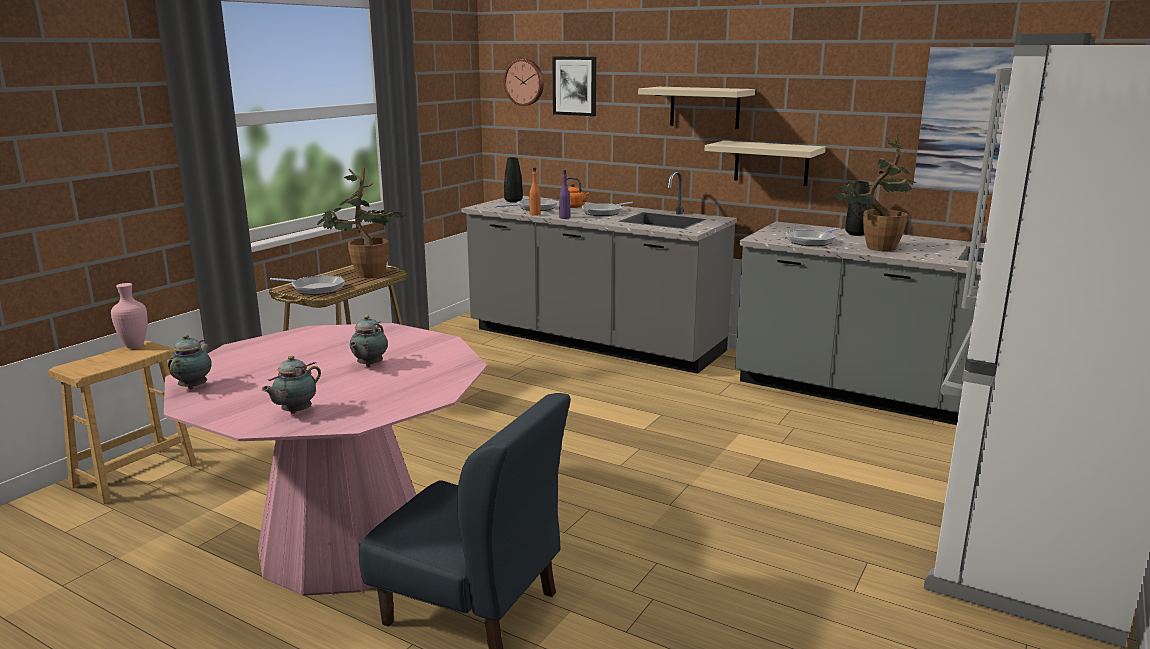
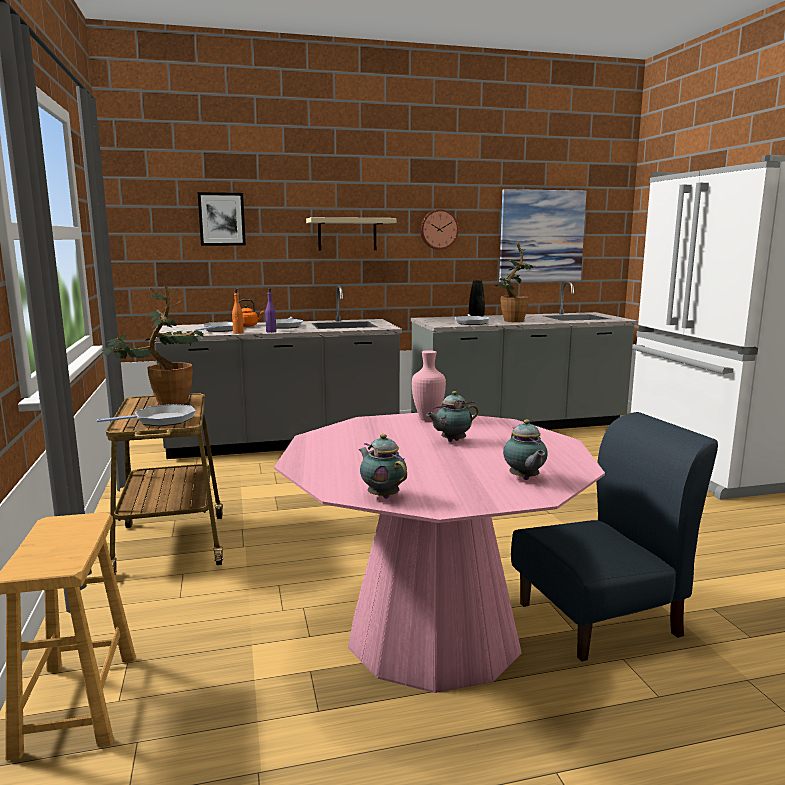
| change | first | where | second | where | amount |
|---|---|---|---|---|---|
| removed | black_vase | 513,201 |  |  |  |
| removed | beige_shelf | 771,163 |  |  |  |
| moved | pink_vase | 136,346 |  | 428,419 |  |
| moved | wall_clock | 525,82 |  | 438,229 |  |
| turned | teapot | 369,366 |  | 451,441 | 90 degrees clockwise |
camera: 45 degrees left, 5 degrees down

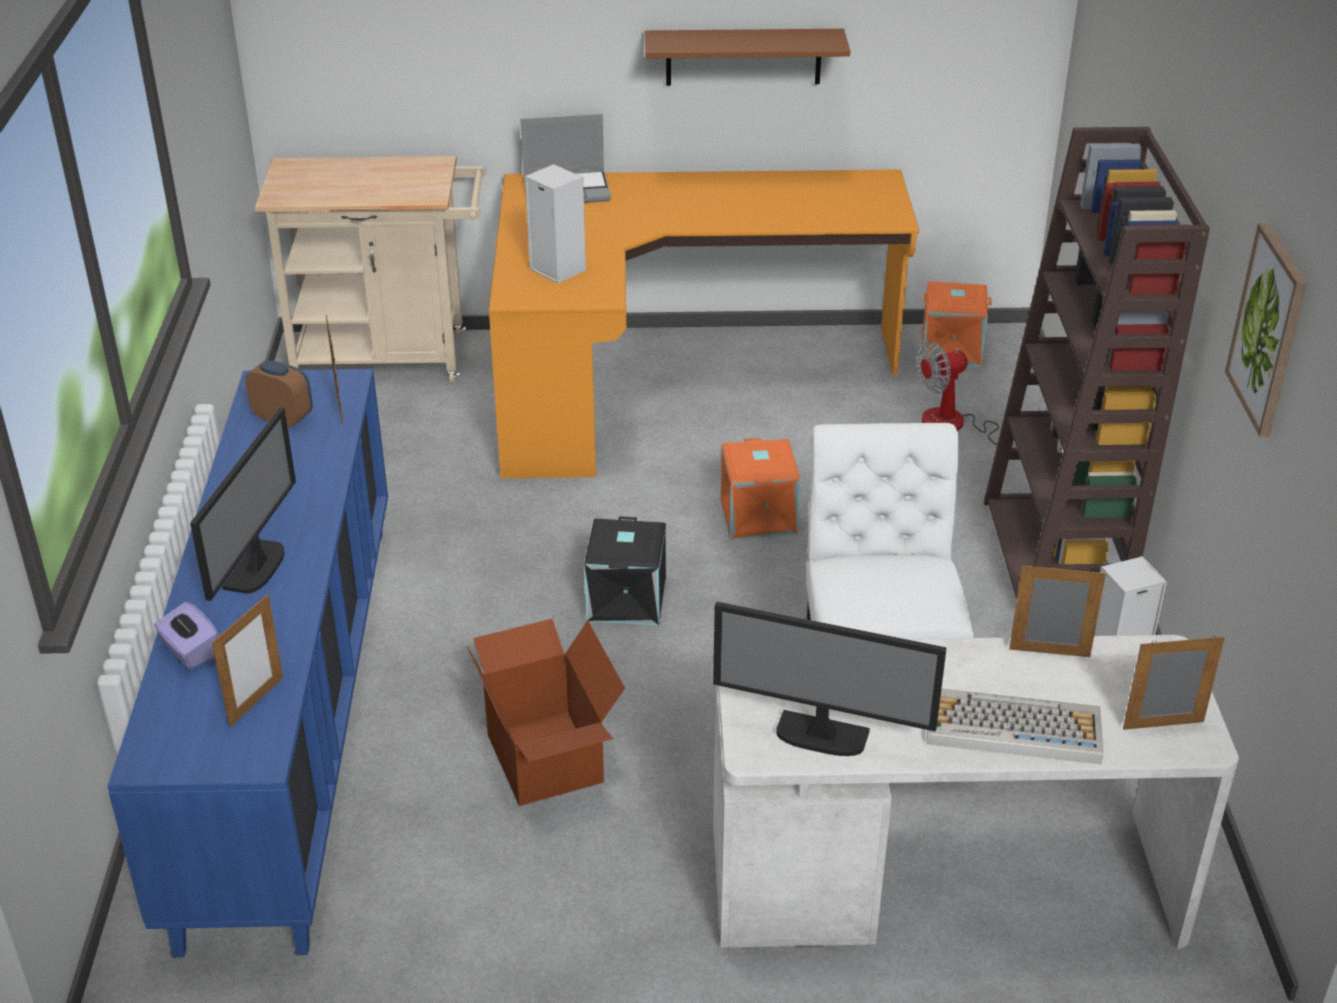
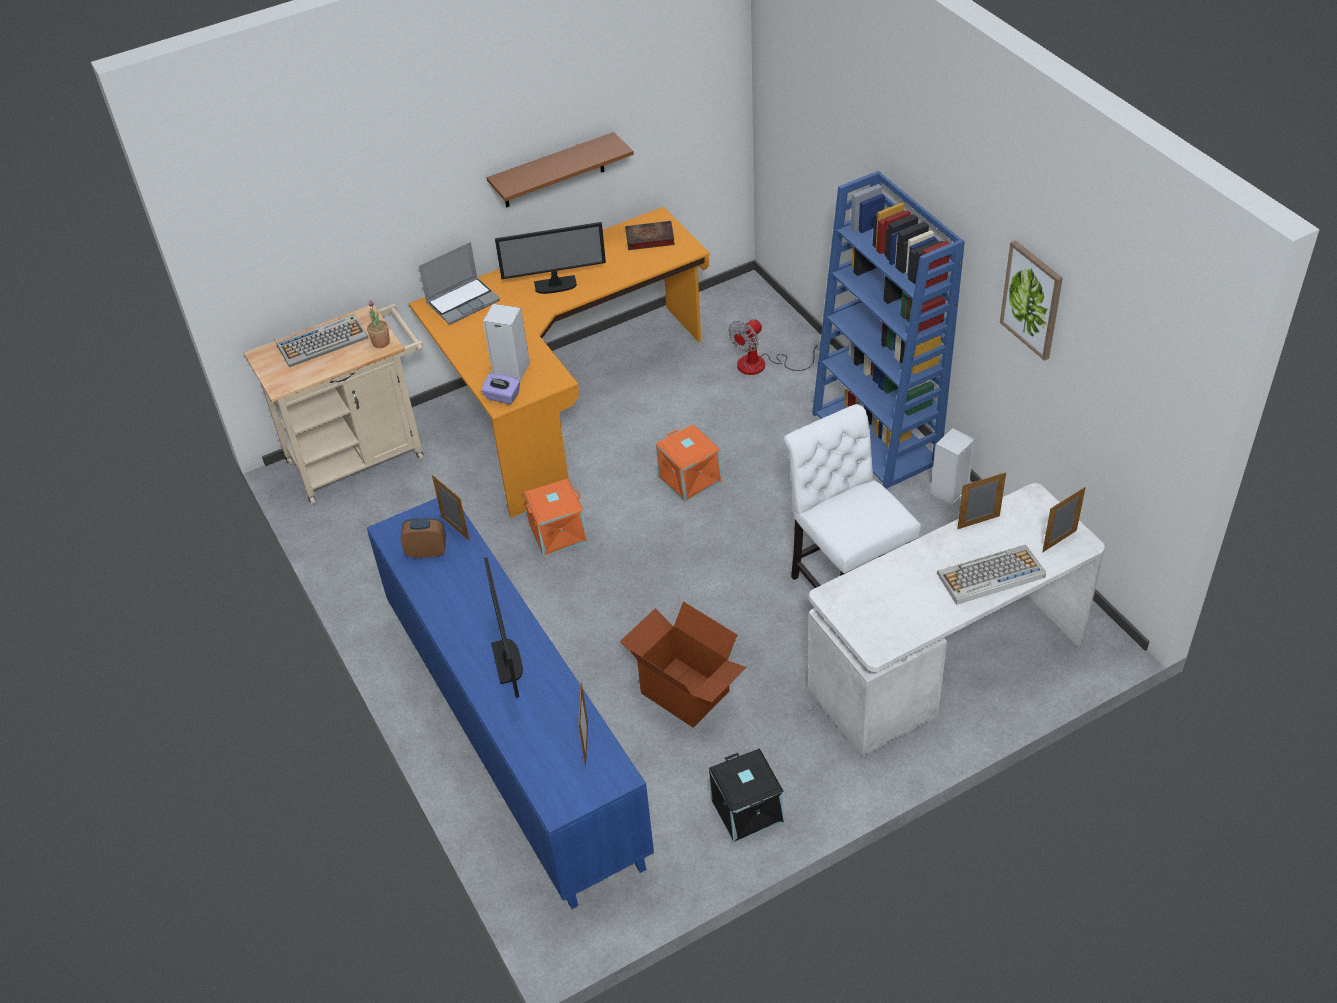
| change | first | where | second | where | amount |
|---|---|---|---|---|---|
| added |  |  | keyboard | 323,341 |  |
| added |  |  | potted_plant | 381,342 |  |
| added |  |  | book | 648,239 |  |
| moved | purple_tissue_box | 190,651 |  | 502,397 |  |
| moved | black_storage_box | 628,600 |  | 748,810 |  |
| moved | monitor | 821,736 |  | 555,286 |  |
| moved | orange_storage_box | 951,349 |  | 558,532 |  |
| recoloured | brown_bookcase | 1055,561 | blue_bookcase | 877,438 |  |
camera: 25 degrees left, 10 degrees up

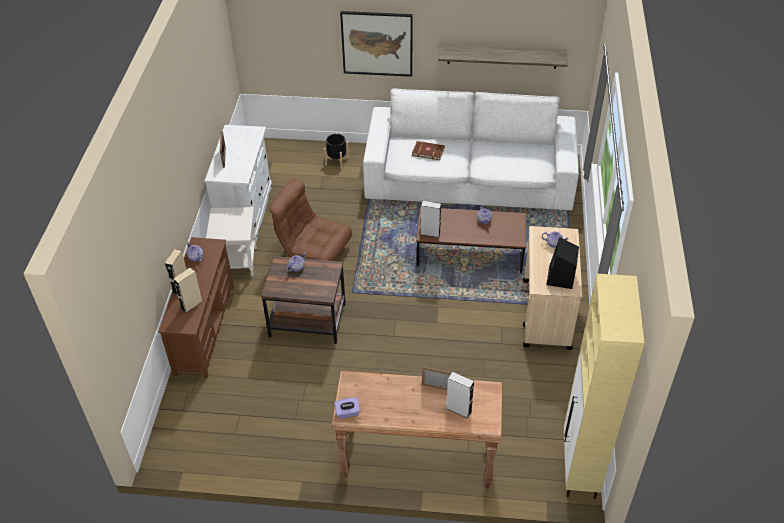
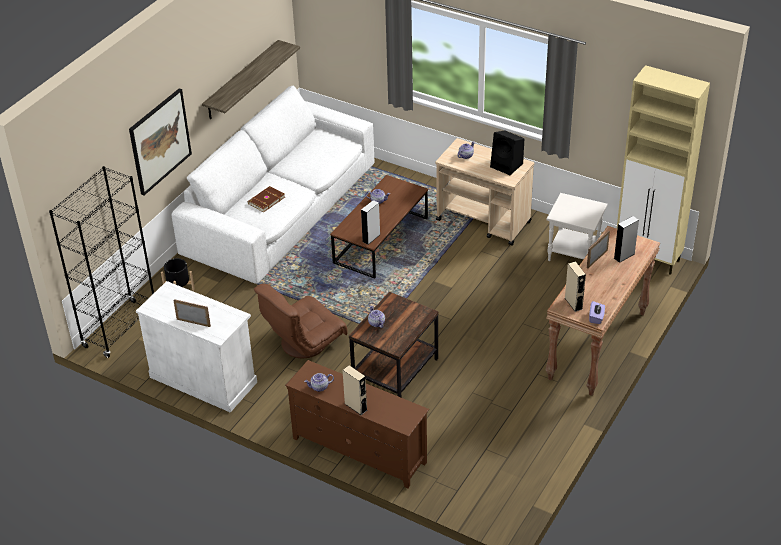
| change | first | where | second | where | amount |
|---|---|---|---|---|---|
| added |  |  | black_bookcase | 120,329 |  |
| moved | beige_speaker | 191,305 |  | 573,303 |  |
| moved | white_side_table | 238,262 |  | 574,254 |  |
camera: 65 degrees left, 5 degrees down

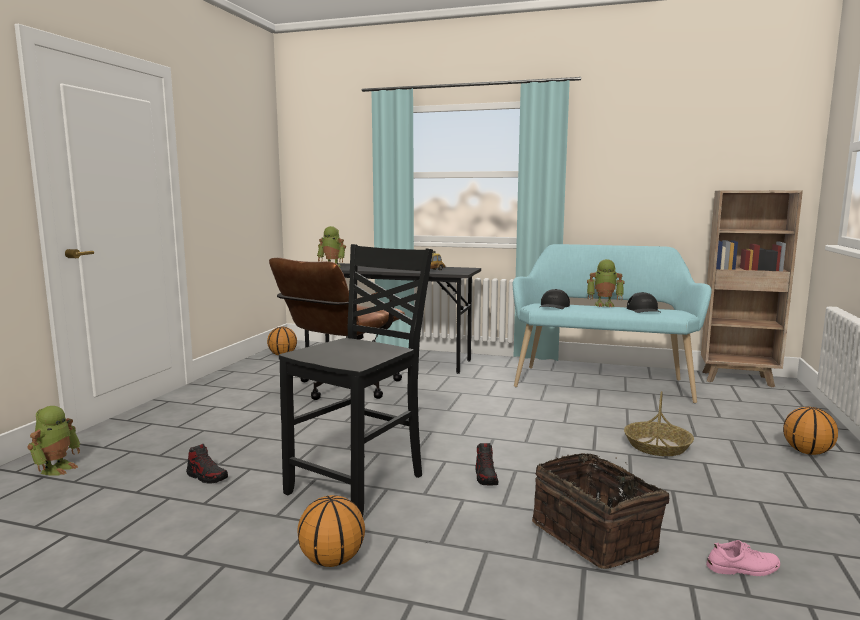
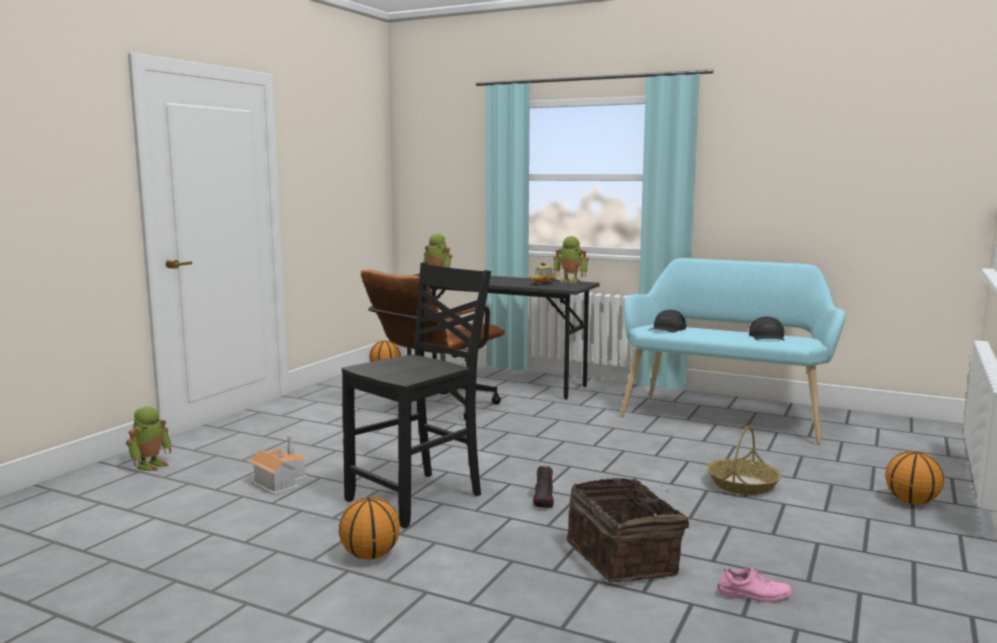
| change | first | where | second | where | amount |
|---|---|---|---|---|---|
| removed | brown_bookcase | 739,379 |  |  |  |
| moved | toy_robot | 604,305 |  | 570,281 |  |
| replaced | shoe | 207,477 | toy_house | 280,481 |  |
camera: 10 degrees right, 0 degrees up

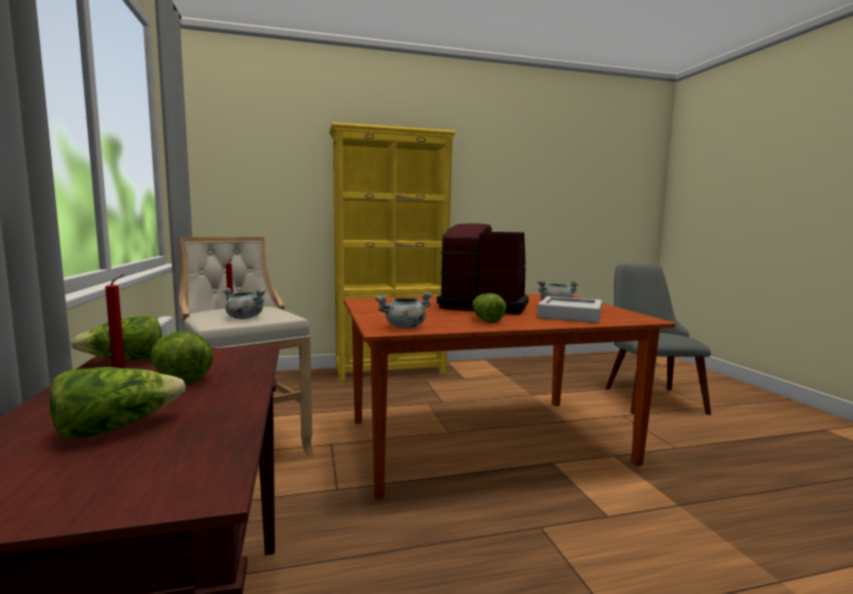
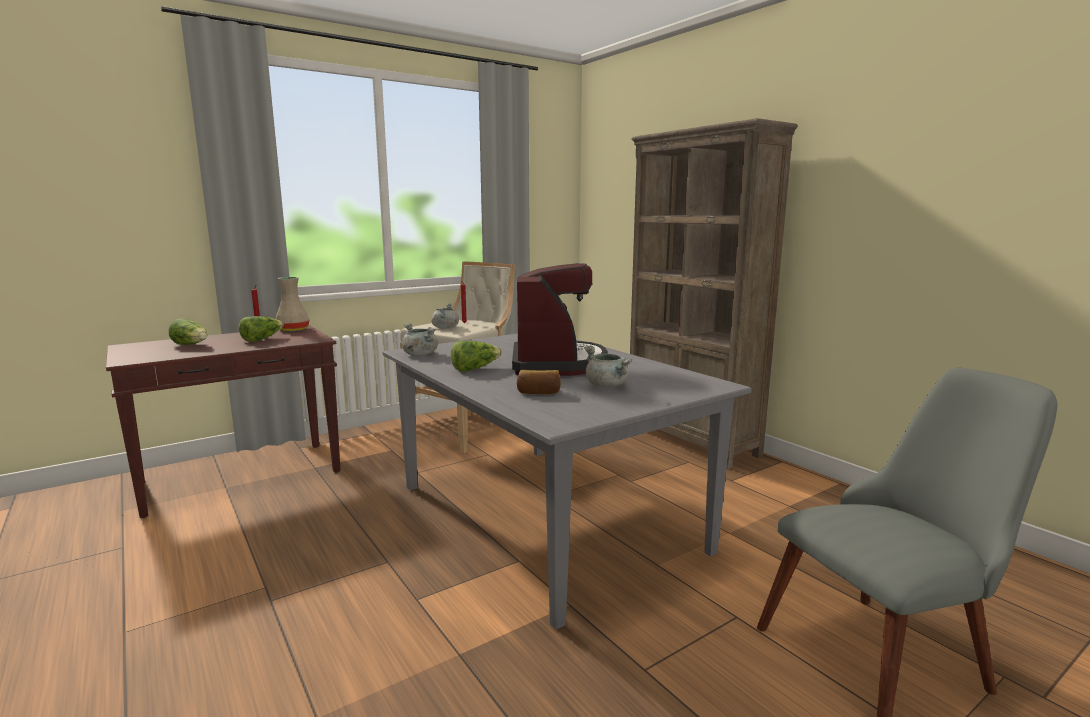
| change | first | where | second | where | amount |
|---|---|---|---|---|---|
| replaced | lettuce | 125,360 | beige_vase | 293,329 |  |
| replaced | grey_tray | 570,315 | bread | 538,392 |  |
| recoloured | yellow_bookcase | 391,372 | brown_bookcase | 691,441 |  |
| recoloured | brown_dining_table | 485,442 | grey_dining_table | 544,517 |  |
camera: 70 degrees right, 5 degrees up

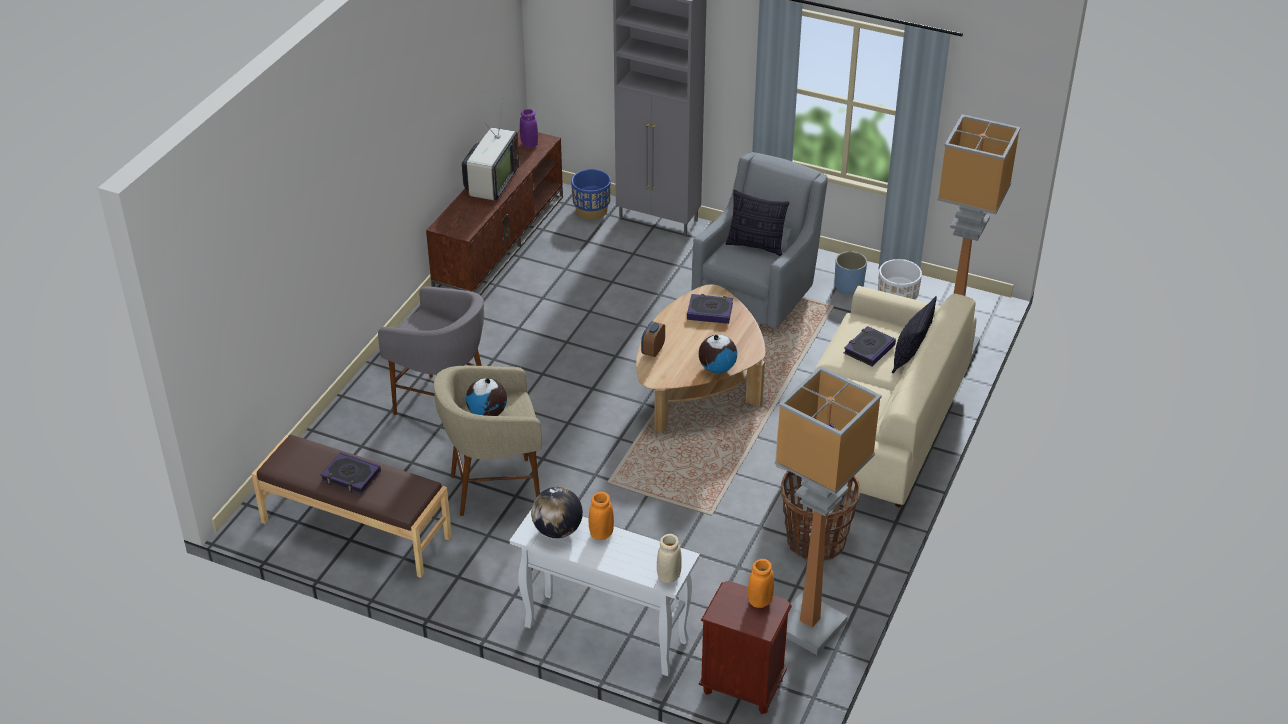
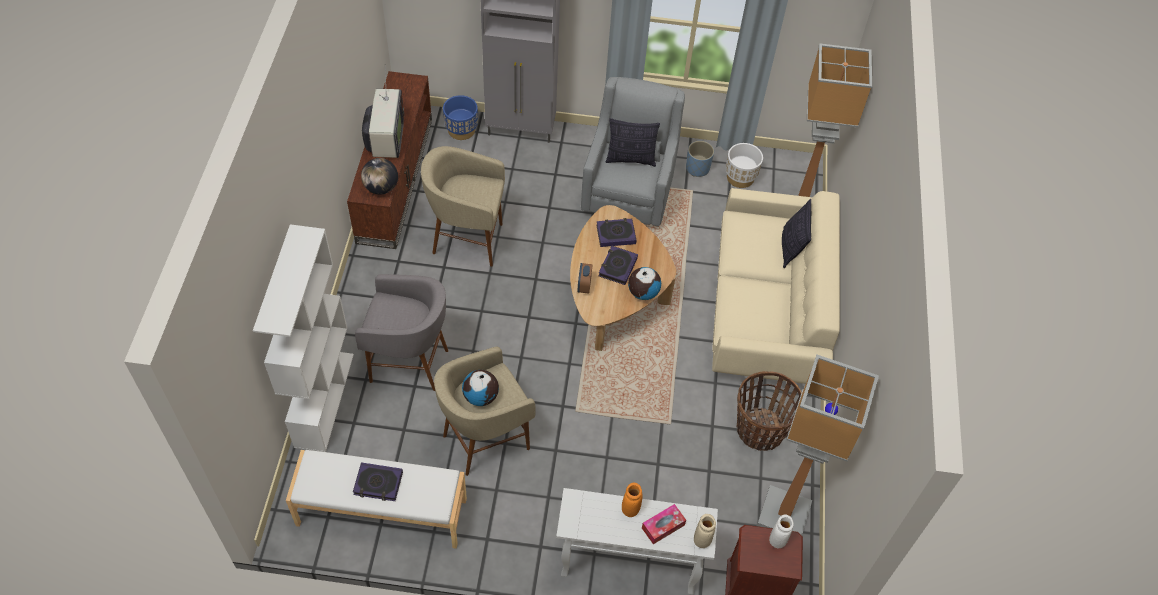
| change | first | where | second | where | amount |
|---|---|---|---|---|---|
| removed | purple_vase | 529,144 |  |  |  |
| added |  |  | white_bookcase | 324,399 |  |
| added |  |  | beige_stool | 467,240 |  |
| added |  |  | tissue_box | 663,526 |  |
| moved | globe | 557,530 |  | 381,188 |  |
| moved | book | 869,349 |  | 617,267 |  |
| recoloured | brown_bench | 355,530 | white_bench | 381,513 |  |
| recoloured | orange_vase | 760,601 | white_vase | 777,540 |  |
camera: 20 degrees left, 15 degrees up

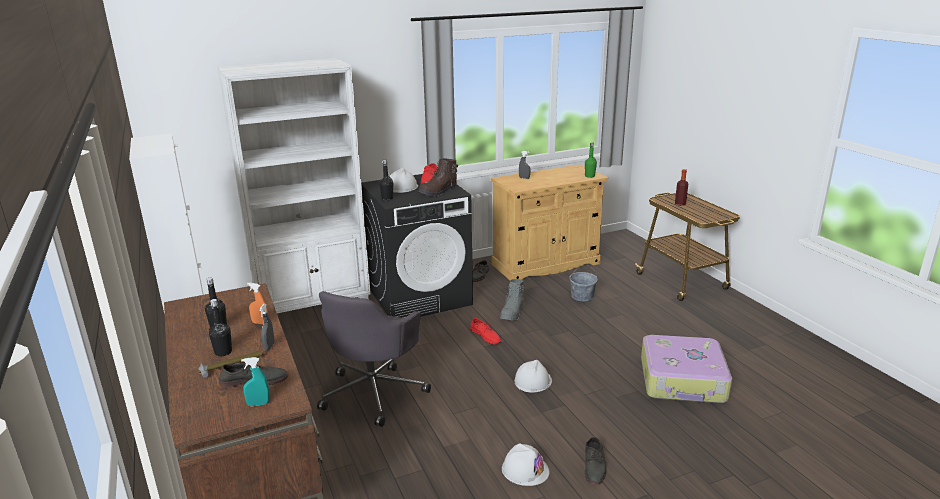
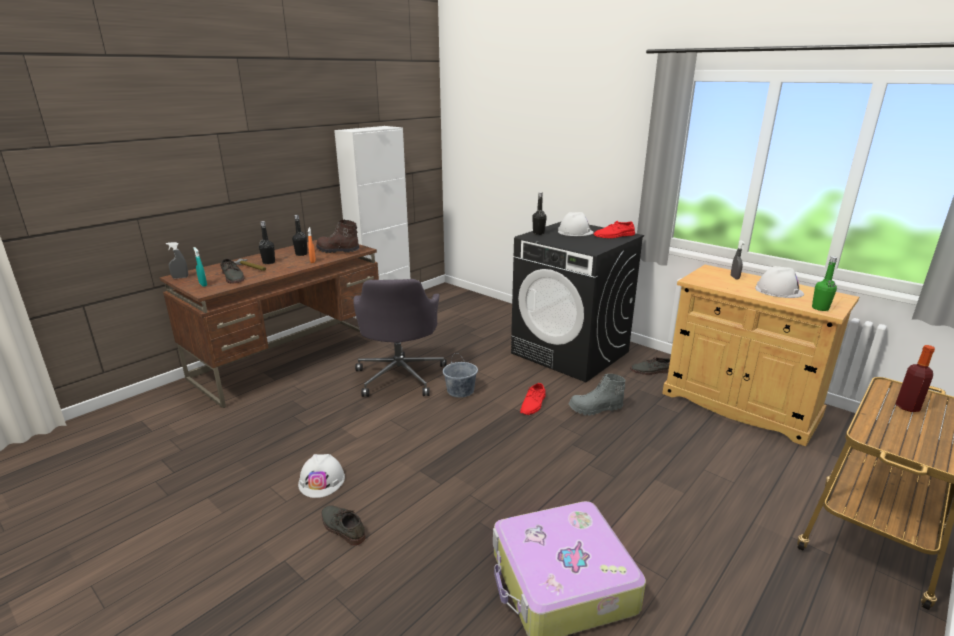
| change | first | where | second | where | amount |
|---|---|---|---|---|---|
| removed | white_bookcase | 314,305 |  |  |  |
| moved | grey_spray_bottle | 269,347 |  | 180,277 |  |
| moved | brown_boot | 439,192 |  | 337,251 |  |
| moved | white_hard_hat | 532,381 |  | 779,291 |  |
| moved | grey_bucket | 582,296 |  | 460,391 |  |
| turned | grey_office_chair | 374,392 |  | 400,375 | 90 degrees counterclockwise |
| turned | grey_shoe | 594,466 |  | 342,527 | 60 degrees clockwise |
camera: 65 degrees right, 0 degrees up

